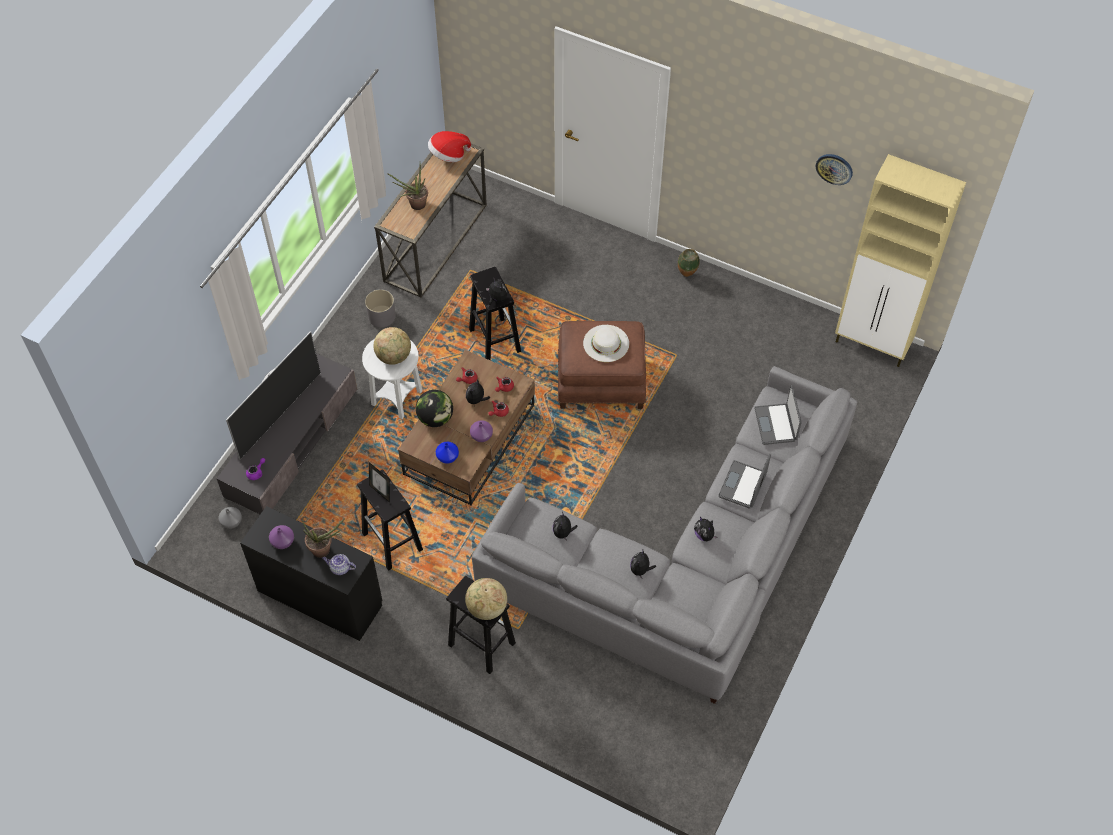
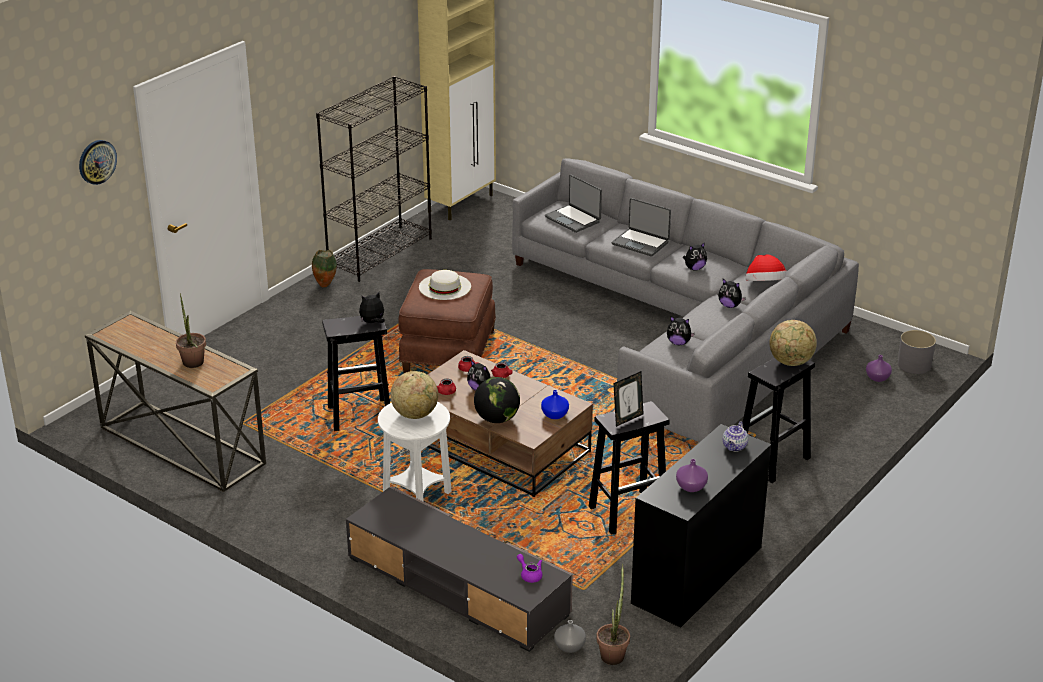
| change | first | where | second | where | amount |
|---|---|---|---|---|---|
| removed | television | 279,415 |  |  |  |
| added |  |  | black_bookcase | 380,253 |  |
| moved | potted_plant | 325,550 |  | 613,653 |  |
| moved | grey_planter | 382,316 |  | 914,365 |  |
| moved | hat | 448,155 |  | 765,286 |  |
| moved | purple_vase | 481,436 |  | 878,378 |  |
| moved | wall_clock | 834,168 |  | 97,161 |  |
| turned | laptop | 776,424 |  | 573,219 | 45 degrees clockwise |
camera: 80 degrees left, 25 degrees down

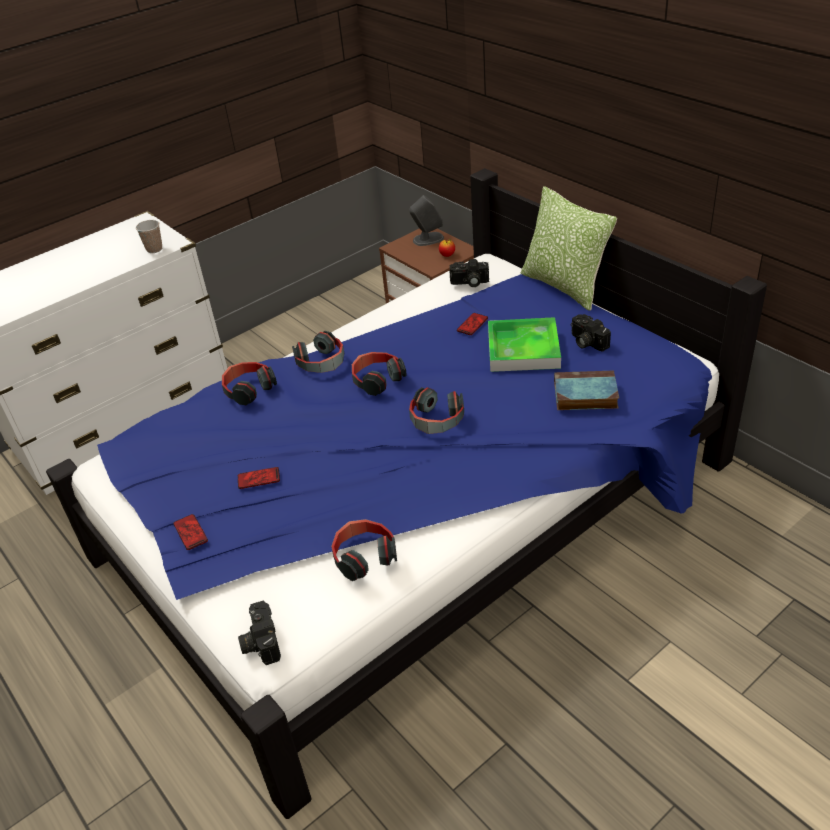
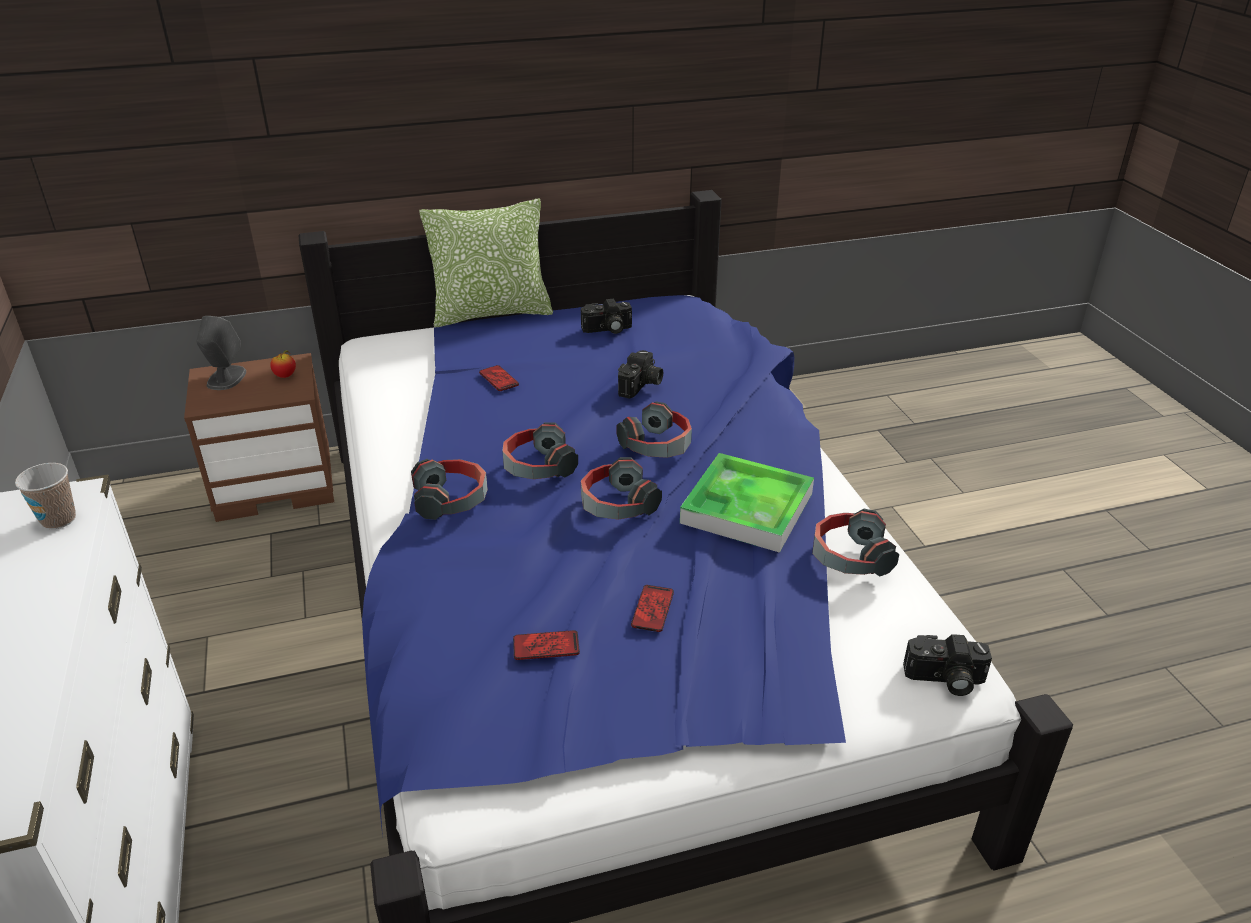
| change | first | where | second | where | amount |
|---|---|---|---|---|---|
| removed | book | 584,395 |  |  |  |
| moved | phone | 190,532 |  | 546,646 |  |
| moved | headphones | 248,389 |  | 617,504 |  |
| moved | photo_camera | 469,283 |  | 641,386 |  |
| moved | tray | 523,349 |  | 747,508 |  |
camera: 70 degrees left, 5 degrees down

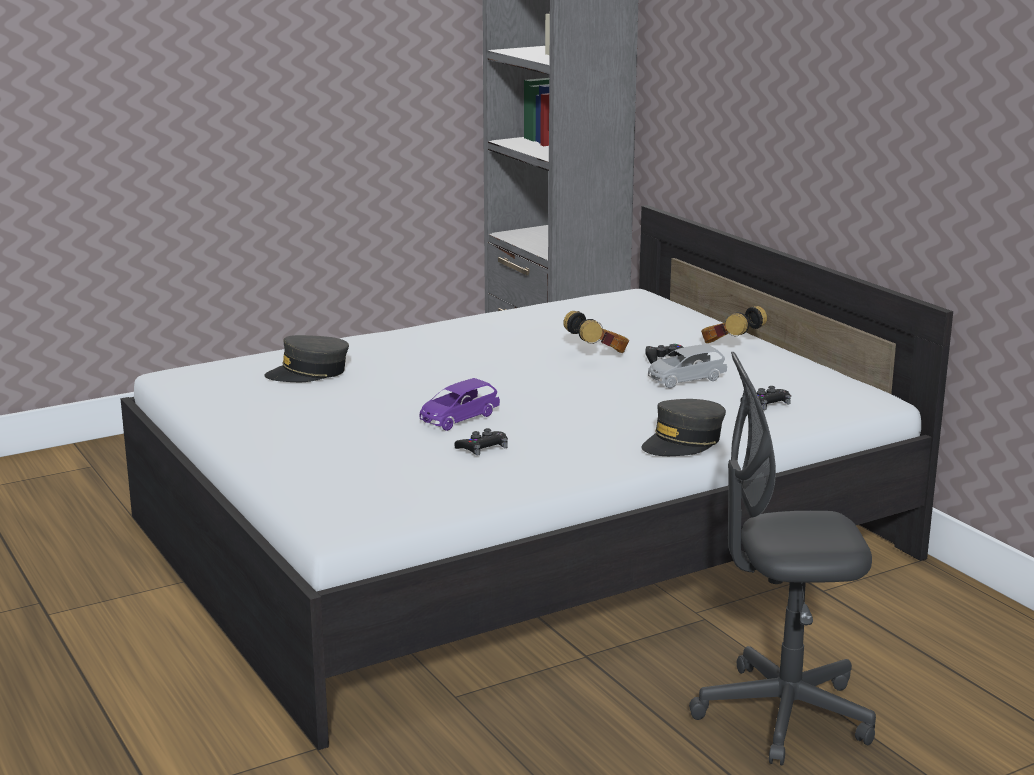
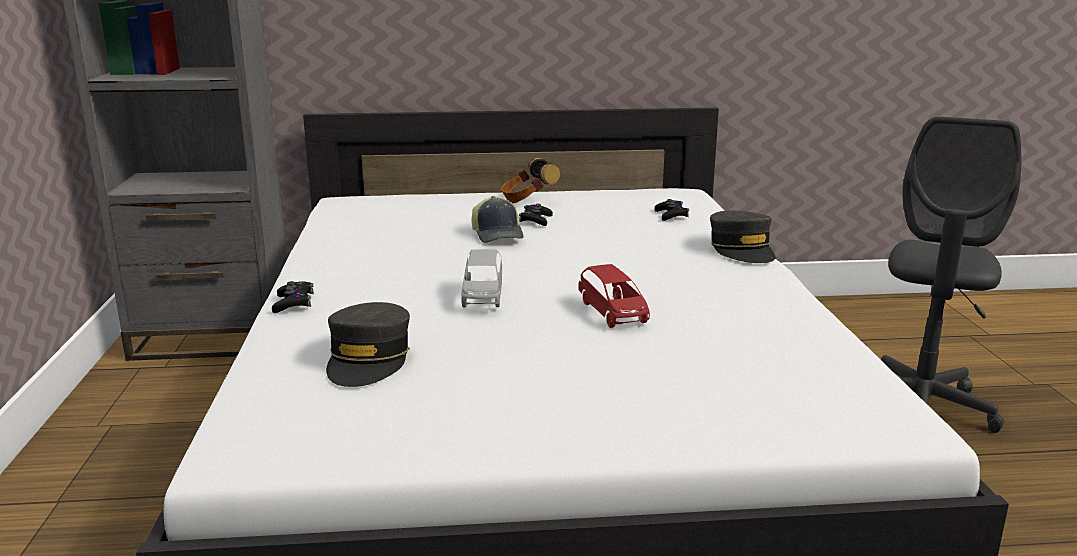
| change | first | where | second | where | amount |
|---|---|---|---|---|---|
| moved | black_game_controller | 482,448 |  | 294,303 |  |
| moved | grey_toy_car | 685,380 |  | 482,295 |  |
| replaced | headphones | 598,355 | cap | 498,235 |  |
| recoloured | purple_toy_car | 458,419 | red_toy_car | 613,312 |  |
camera: 65 degrees left, 0 degrees up

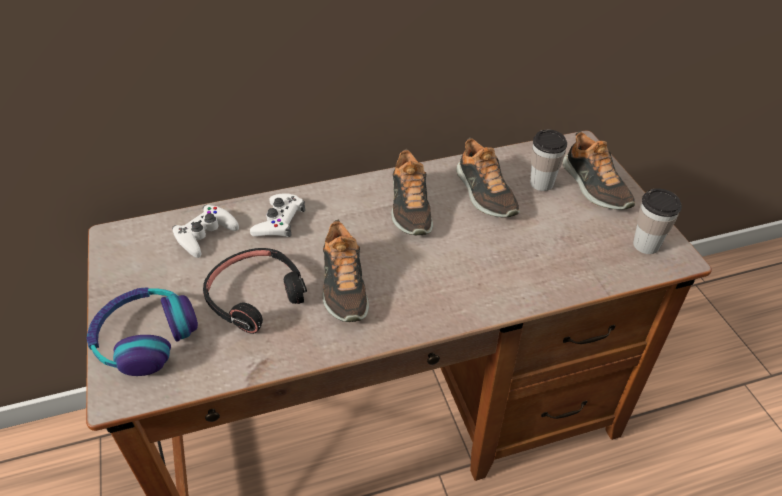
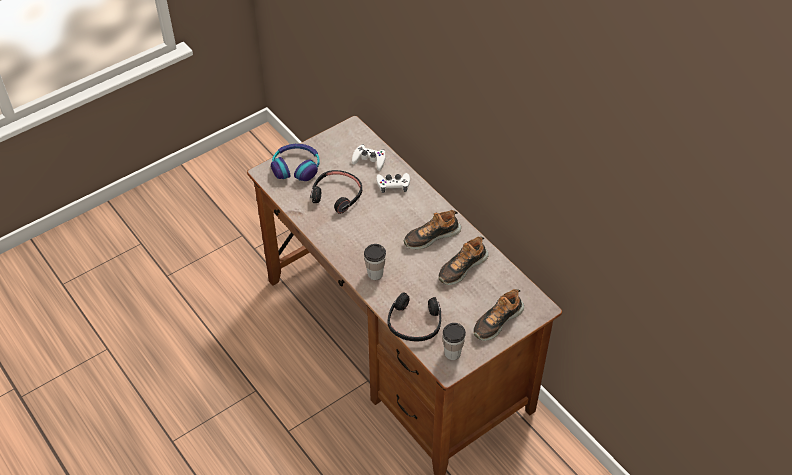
| change | first | where | second | where | amount |
|---|---|---|---|---|---|
| removed | shoe | 344,285 |  |  |  |
| added |  |  | black_headphones | 414,323 |  |
| moved | cup | 541,183 |  | 375,274 |  |
camera: 70 degrees right, 5 degrees up

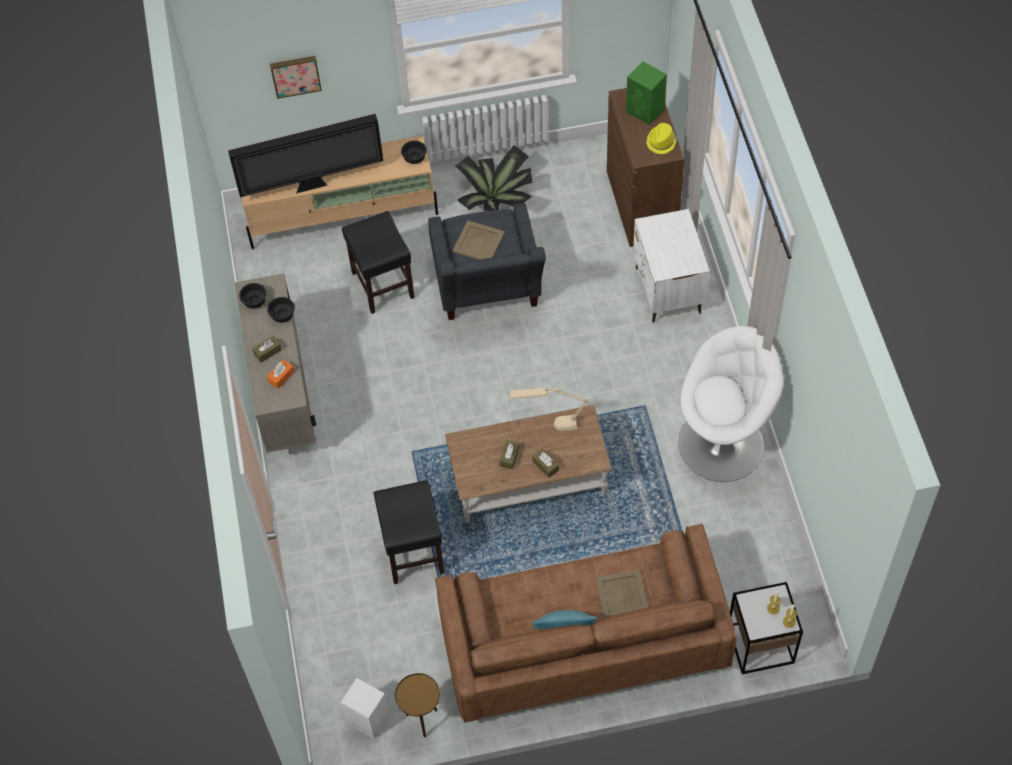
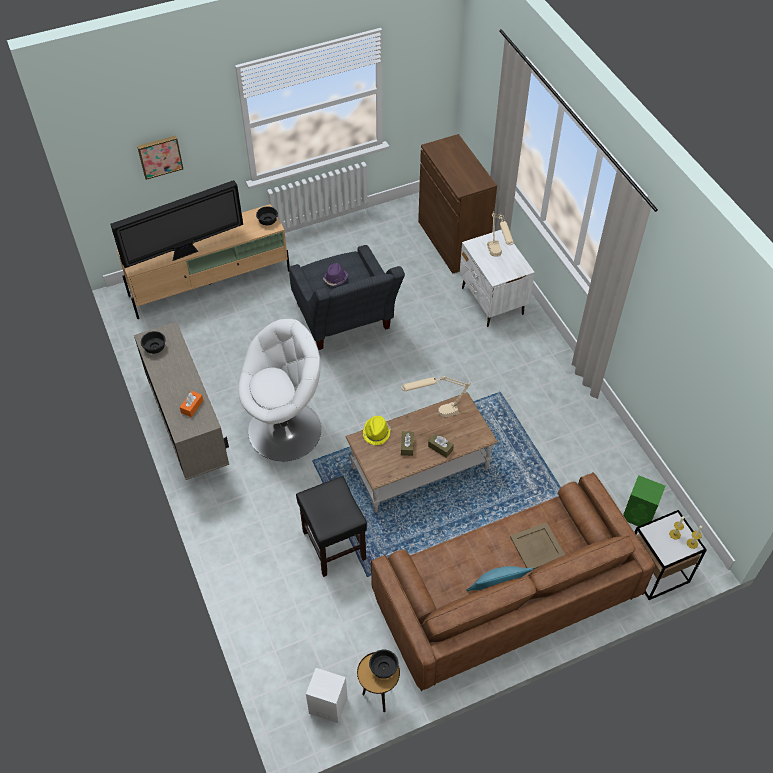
| change | first | where | second | where | amount |
|---|---|---|---|---|---|
| removed | brown_tissue_box | 267,352 |  |  |  |
| removed | black_stool | 382,284 |  |  |  |
| removed | potted_plant | 497,200 |  |  |  |
| added |  |  | beige_table_lamp | 497,258 |  |
| moved | black_bowl | 283,315 |  | 384,668 |  |
| moved | green_speaker | 645,111 |  | 639,515 |  |
| moved | yellow_hat | 661,142 |  | 376,432 |  |
| moved | white_armchair | 722,444 |  | 286,430 |  |
| replaced | beige_tray | 478,242 | purple_hat | 335,279 |  |
camera: 15 degrees left, 5 degrees down

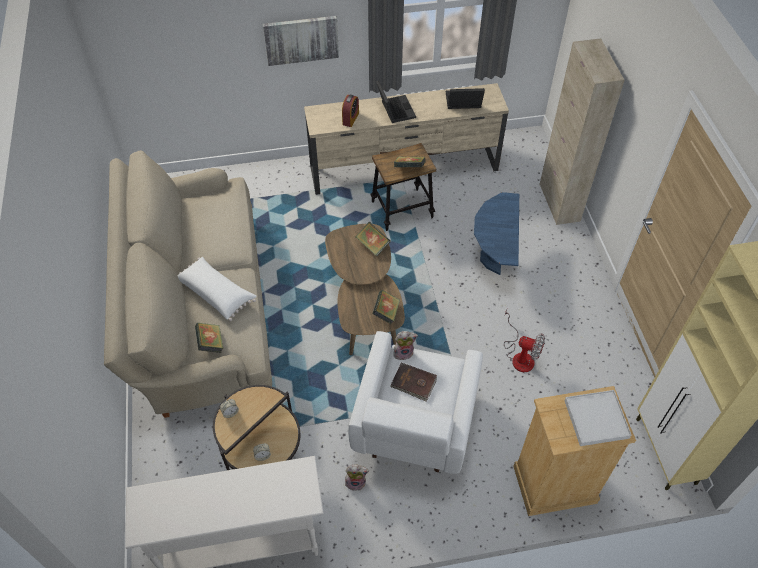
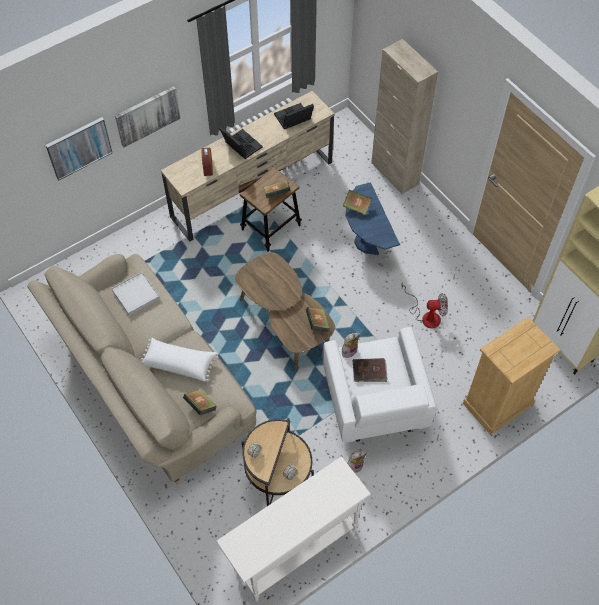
| change | first | where | second | where | amount |
|---|---|---|---|---|---|
| added |  |  | picture | 79,147 |  |
| moved | book | 373,245 |  | 357,207 |  |
| moved | white_tray | 596,419 |  | 135,295 |  |
camera: 25 degrees left, 5 degrees up

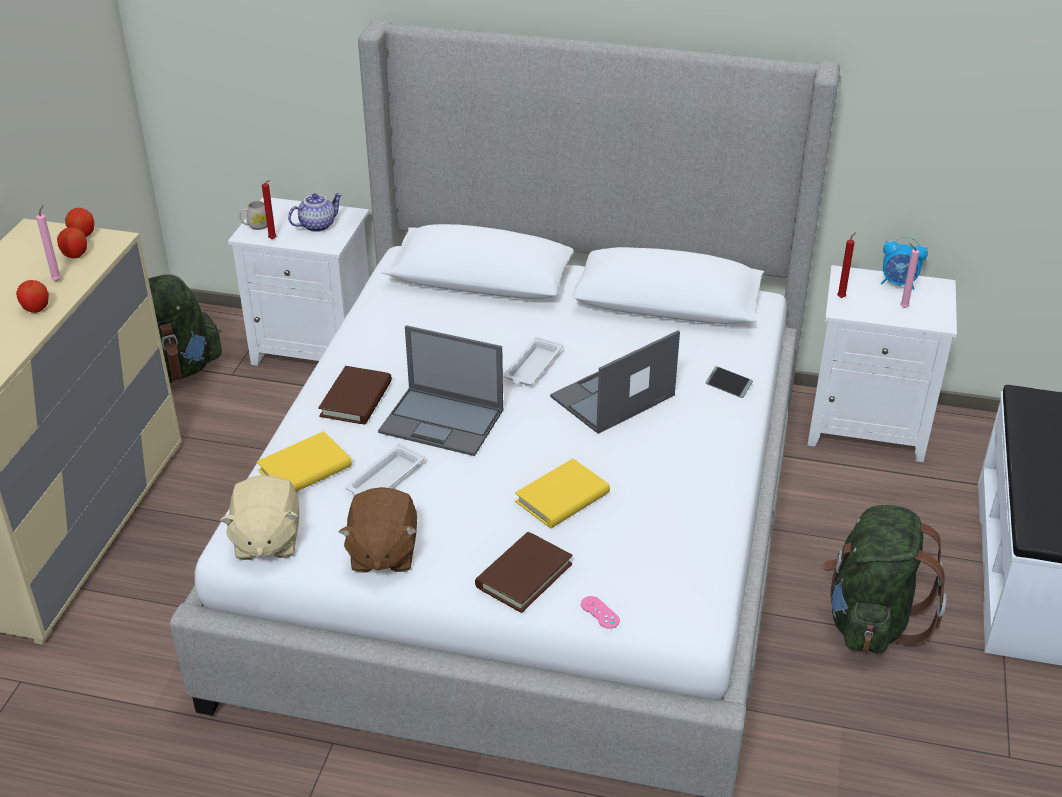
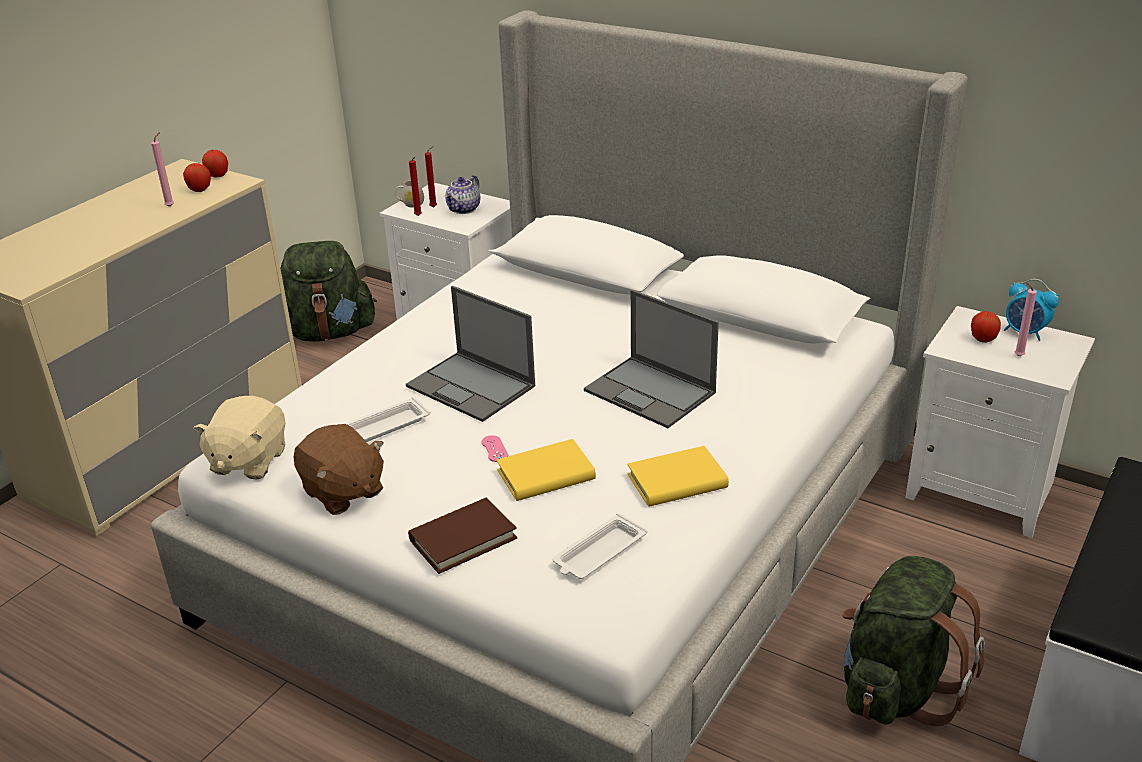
| change | first | where | second | where | amount |
|---|---|---|---|---|---|
| removed | brown_book | 356,399 |  |  |  |
| removed | phone | 728,386 |  |  |  |
| moved | apple | 36,308 |  | 983,339 |  |
| moved | yellow_book | 305,469 |  | 677,481 |  |
| moved | white_tray | 532,367 |  | 598,553 |  |
| moved | pink_game_controller | 600,612 |  | 494,449 |  |
| moved | red_candle | 842,297 |  | 434,207 |  |
| turned | teapot | 317,225 |  | 464,209 | 135 degrees clockwise |
| turned | brown_plush_toy | 382,553 |  | 342,492 | 60 degrees counterclockwise |
| turned | laptop | 611,397 |  | 651,392 | 120 degrees counterclockwise |
camera: 20 degrees right, 5 degrees down

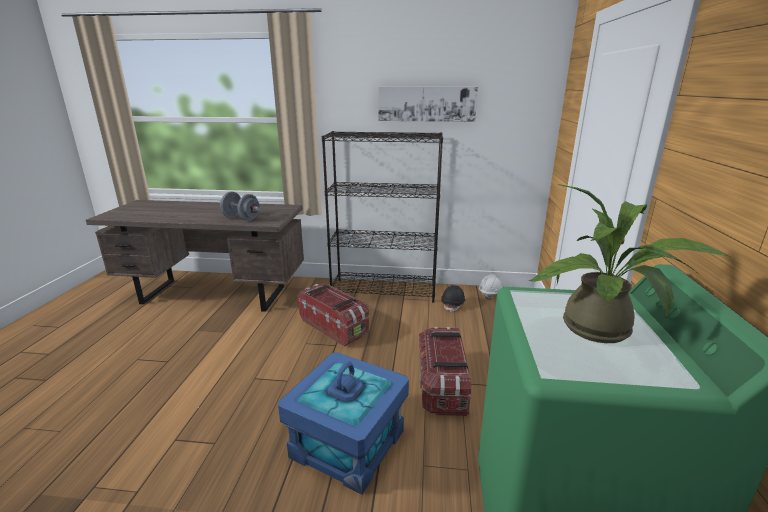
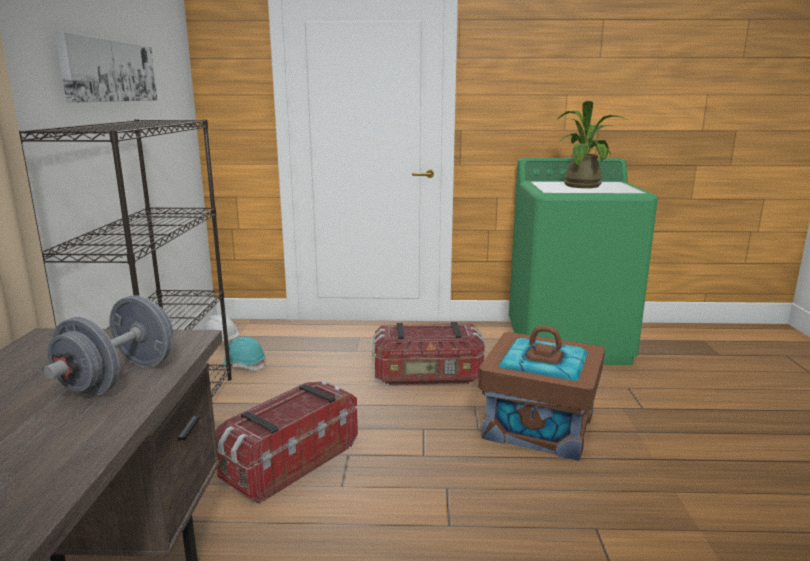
| change | first | where | second | where | amount |
|---|---|---|---|---|---|
| recoloured | blue_storage_box | 348,444 | brown_storage_box | 539,425 |  |
| recoloured | black_hard_hat | 453,304 | turquoise_hard_hat | 243,366 |  |
camera: 95 degrees left, 5 degrees down

